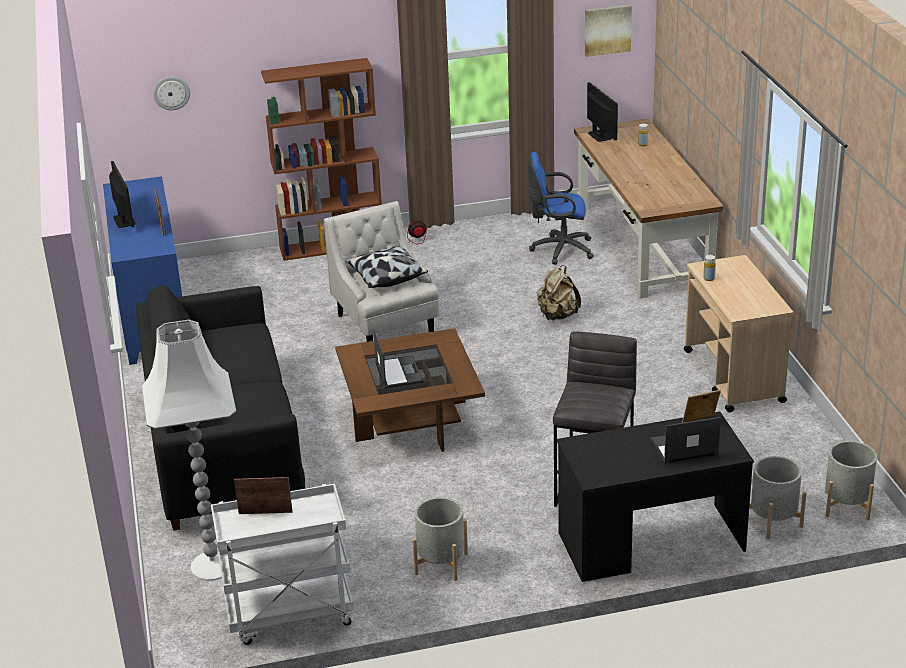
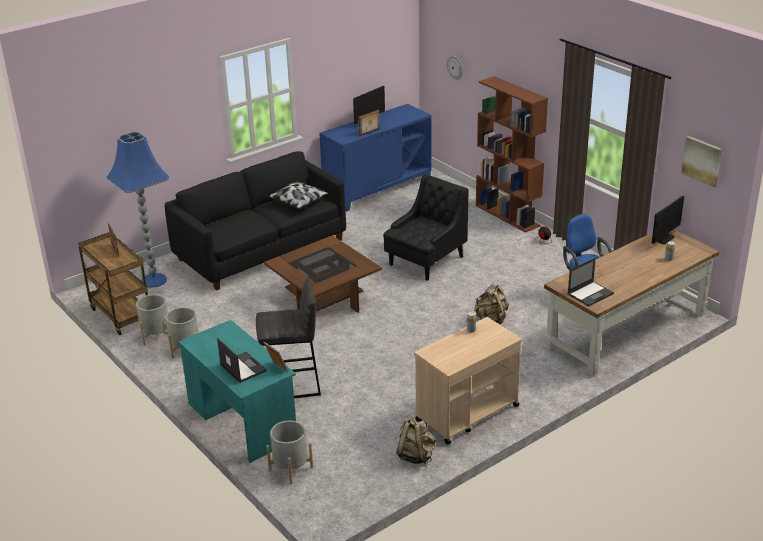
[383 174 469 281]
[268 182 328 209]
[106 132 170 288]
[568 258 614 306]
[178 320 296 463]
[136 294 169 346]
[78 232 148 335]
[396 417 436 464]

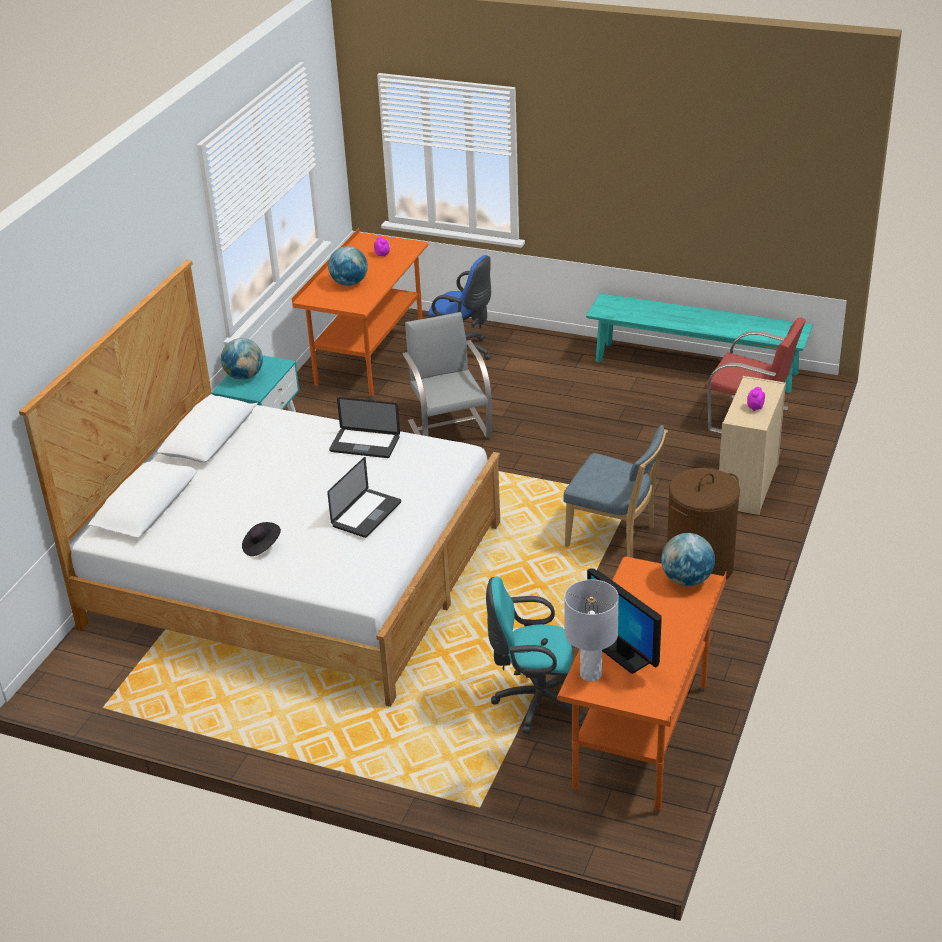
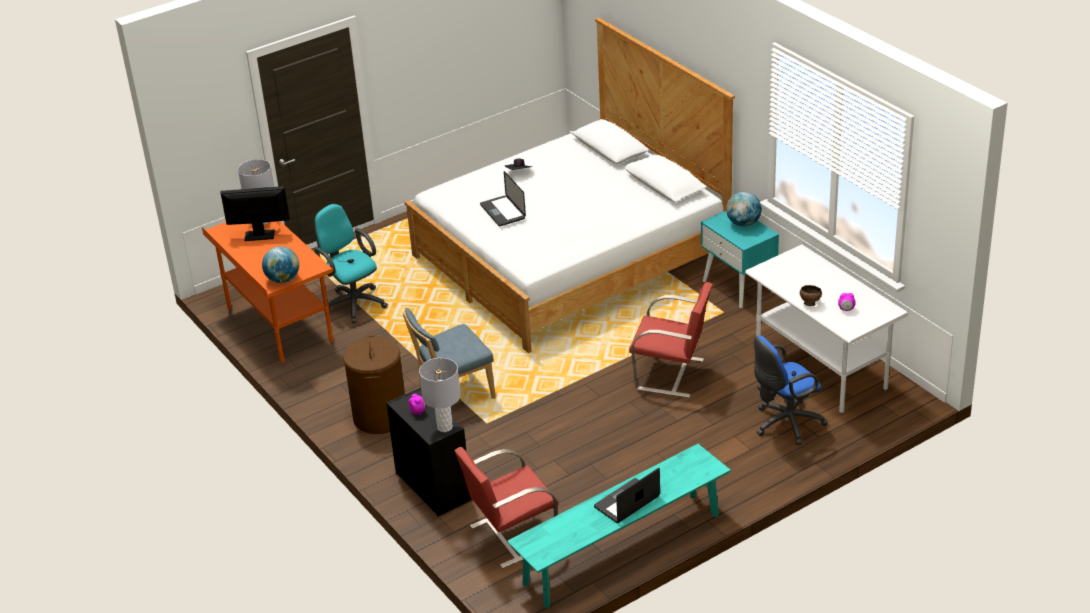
[745 240 909 415]
[328 246 368 286] (first image)
[629 282 712 398]
[386 388 471 516]
[594 468 660 523]
[314 204 388 323]
[800 285 822 306]
[419 358 461 432]

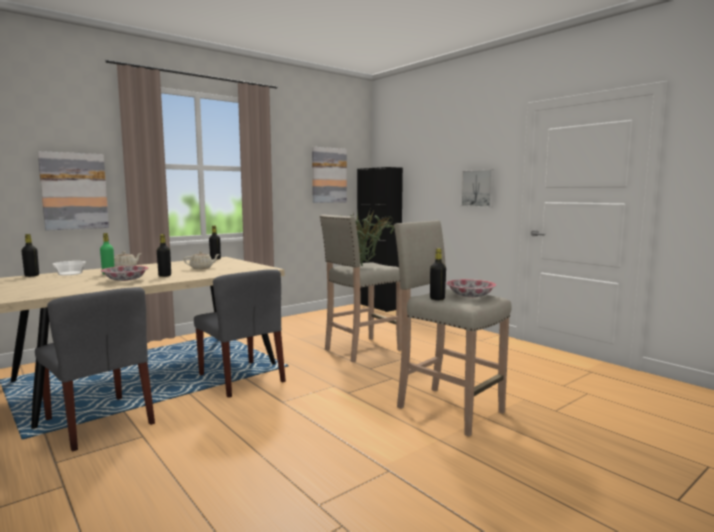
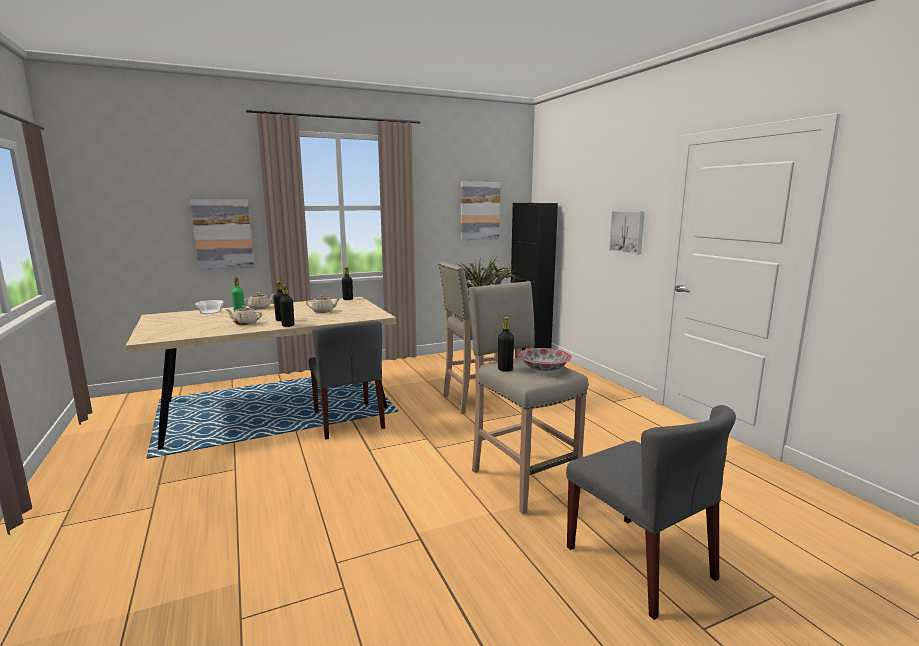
[279 285 294 327]
[225 306 262 325]
[566 405 736 620]

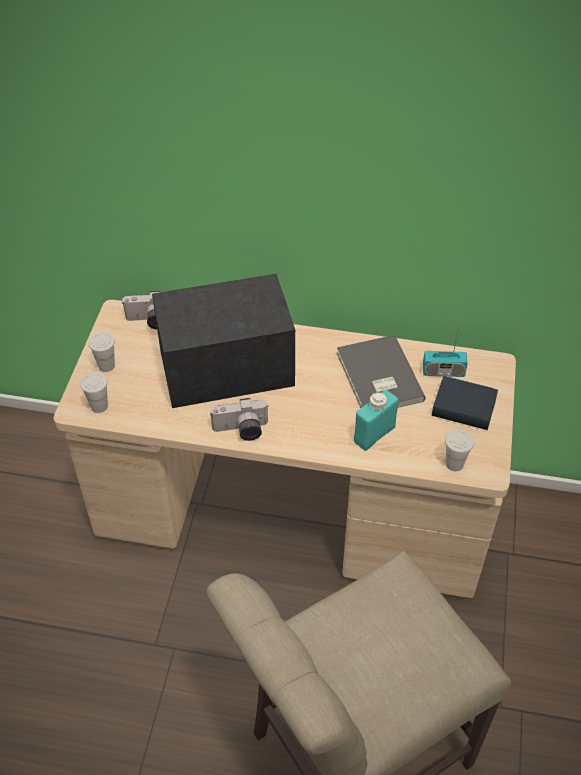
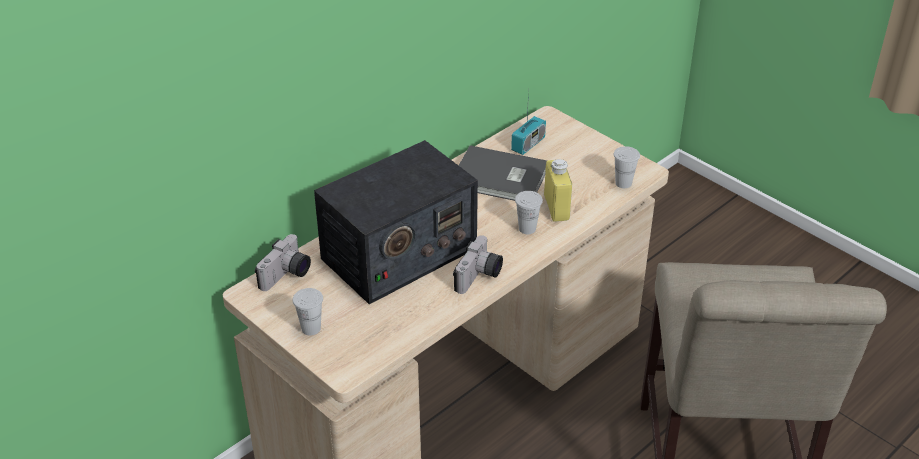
[314 140 478 304]
[515 191 543 234]
[432 376 498 430] (first image)
[544 159 572 222]

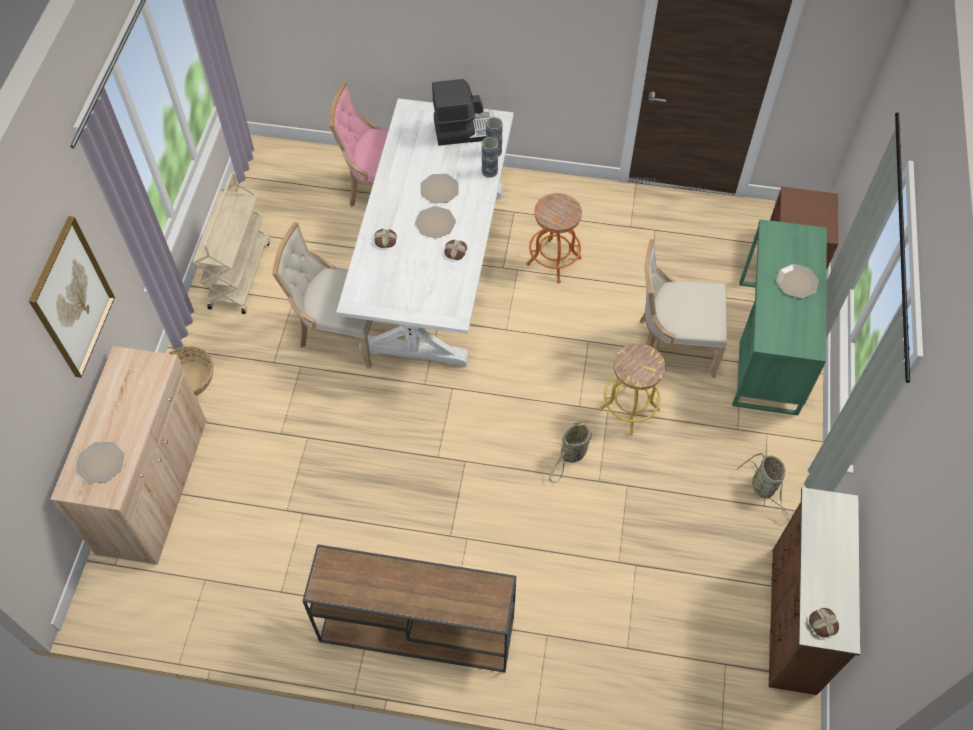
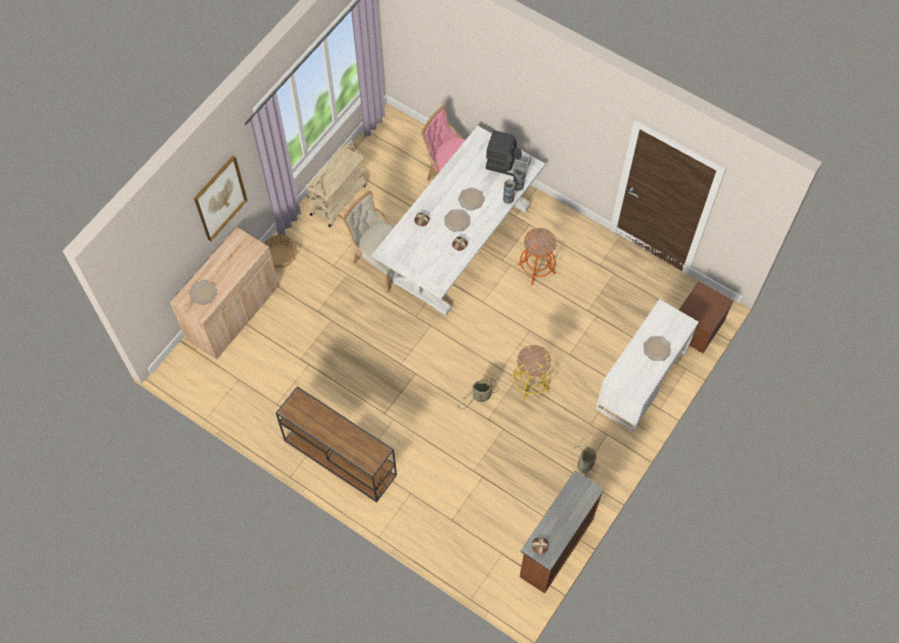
[596 299 699 432]
[639 239 727 378] (first image)

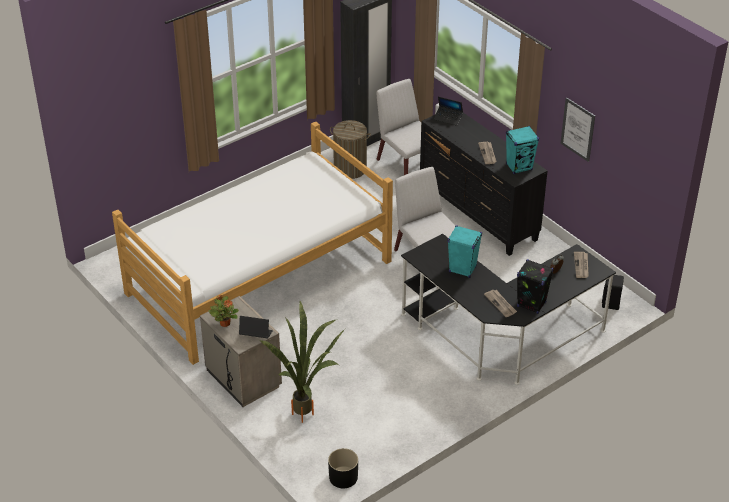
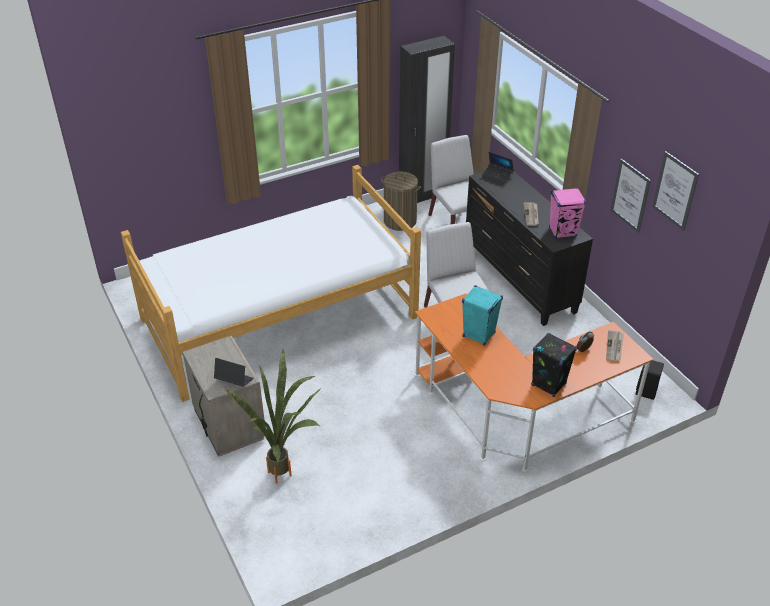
[549 188 586 239]
[415 294 654 472]
[484 290 517 317] (first image)
[208 295 239 327] (first image)
[328 448 358 488] (first image)
[652 151 699 231]

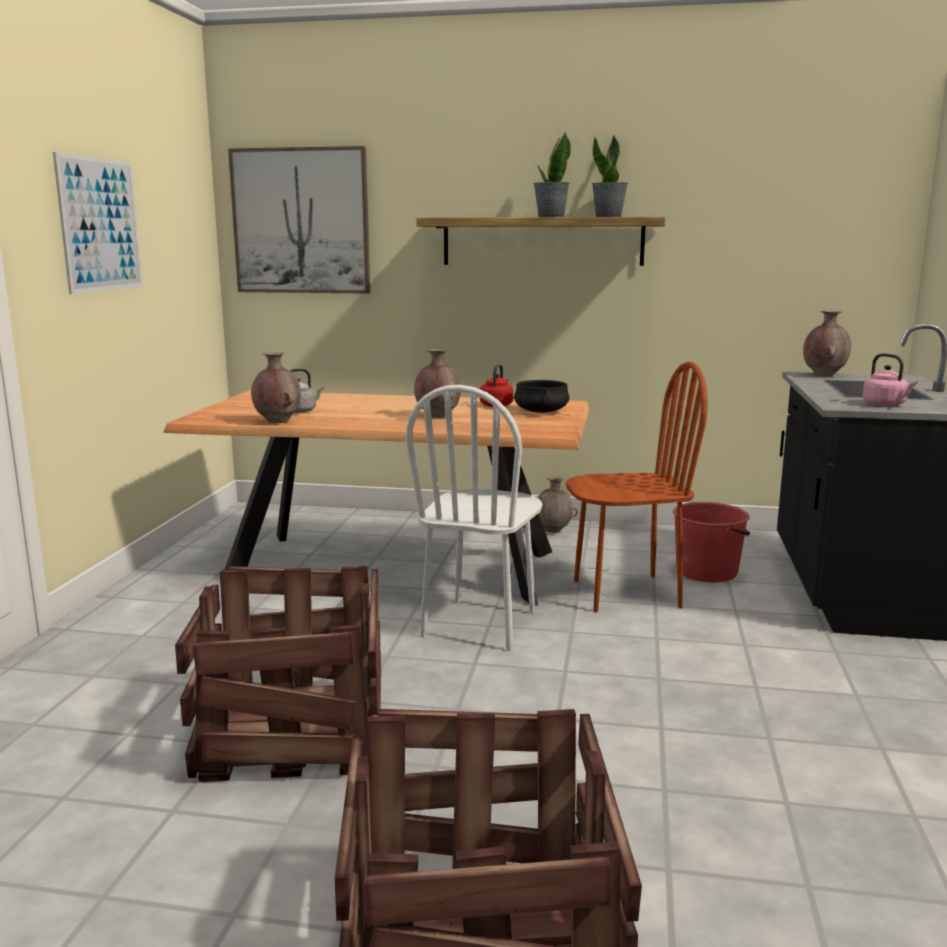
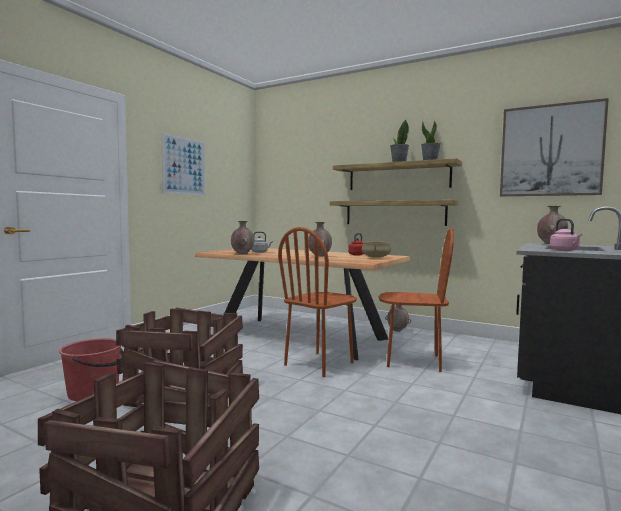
[500 98 609 196]
[361 241 391 258]
[278 227 357 377]
[59 338 124 401]
[330 200 458 226]

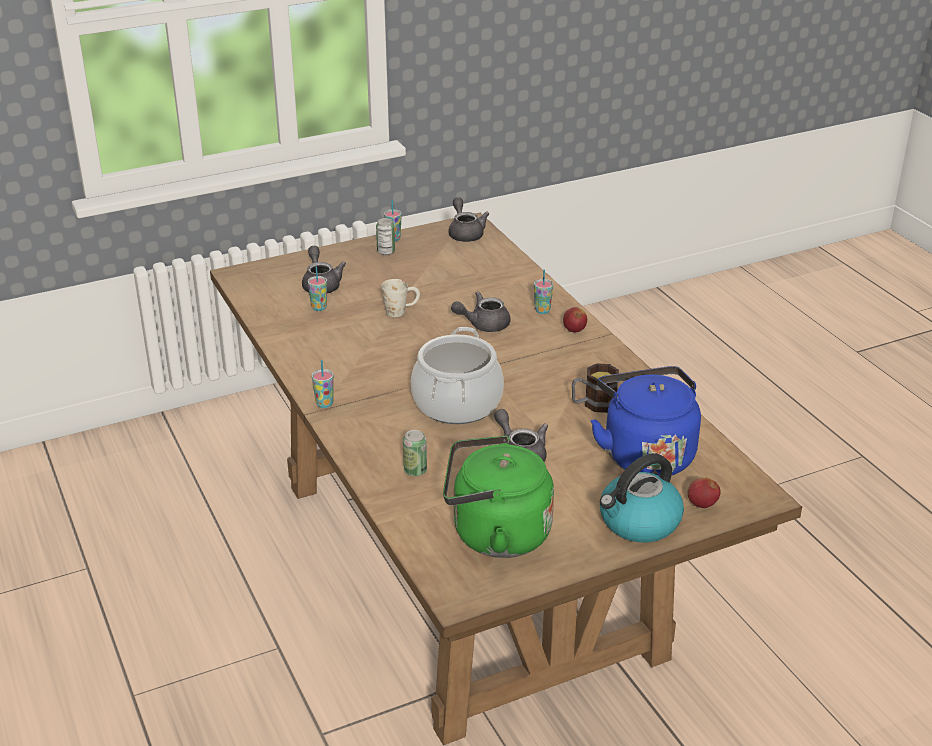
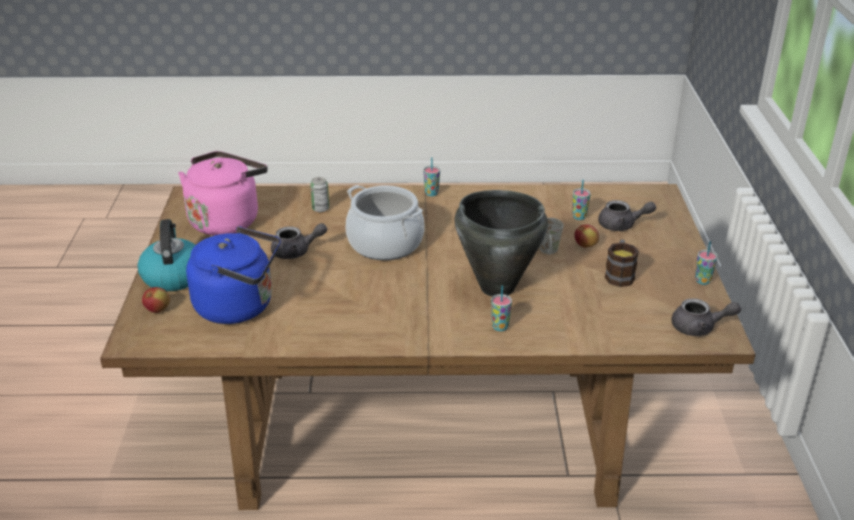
[376 218 395 255] (first image)
[455 190 548 297]
[574 224 599 248]
[605 239 639 287]
[178 151 268 235]

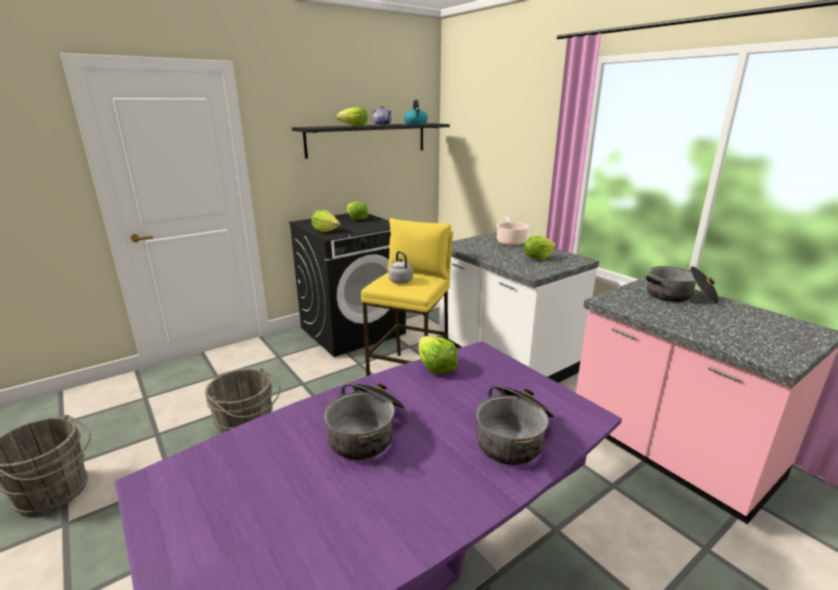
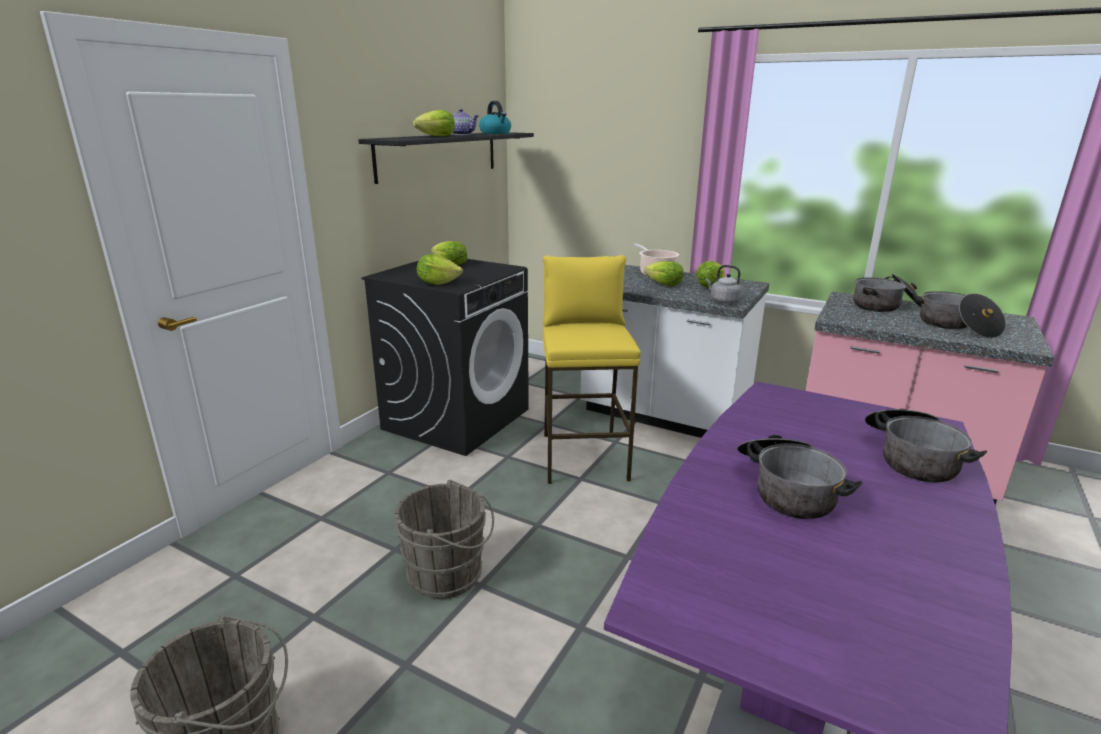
[706 265 742 304]
[644 261 684 286]
[912 291 1006 338]

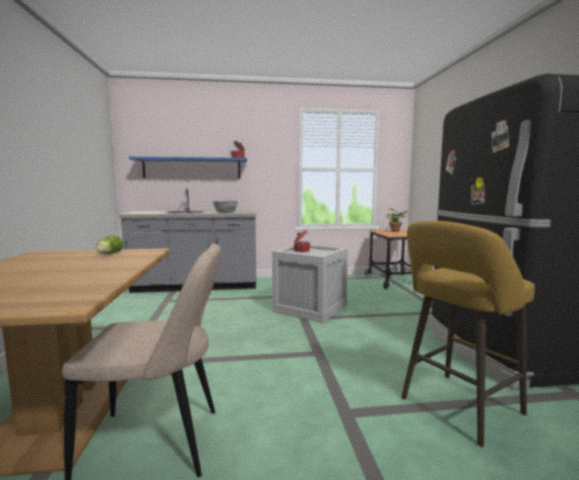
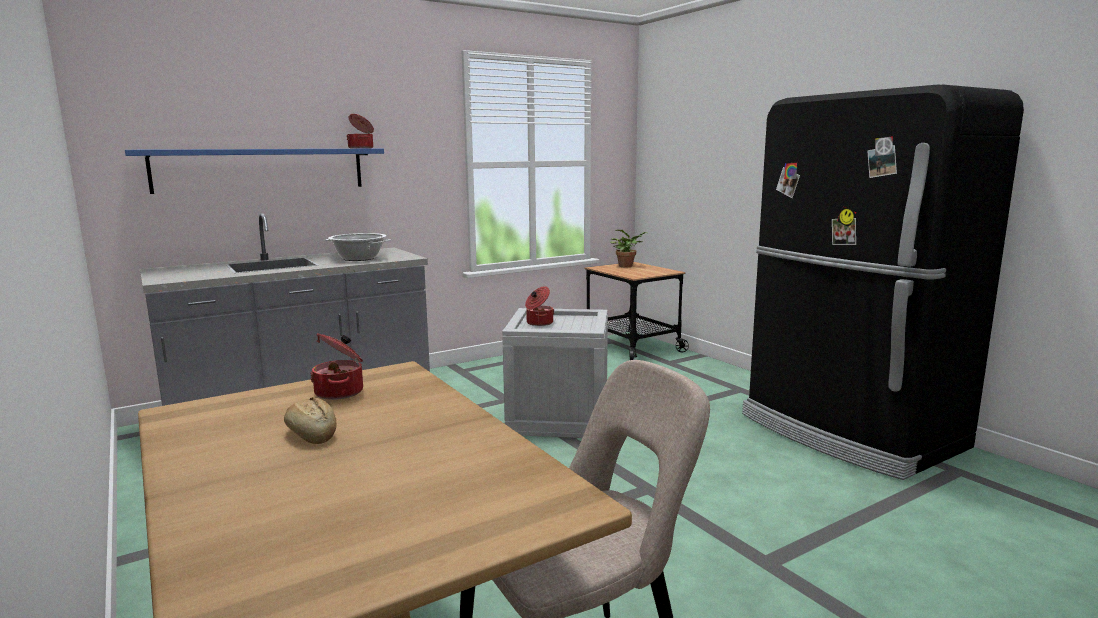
[401 221 535 447] (first image)
[310 333 363 400]
[284 397 337 444]

